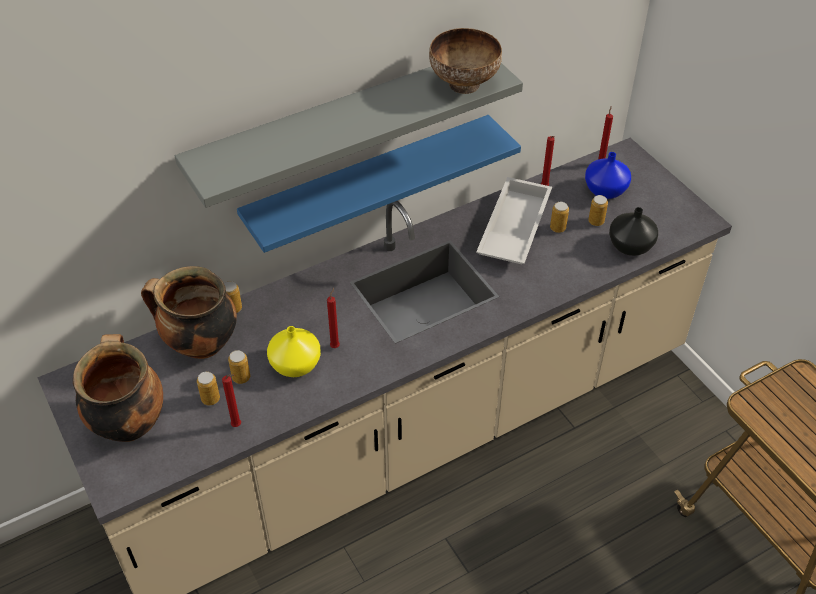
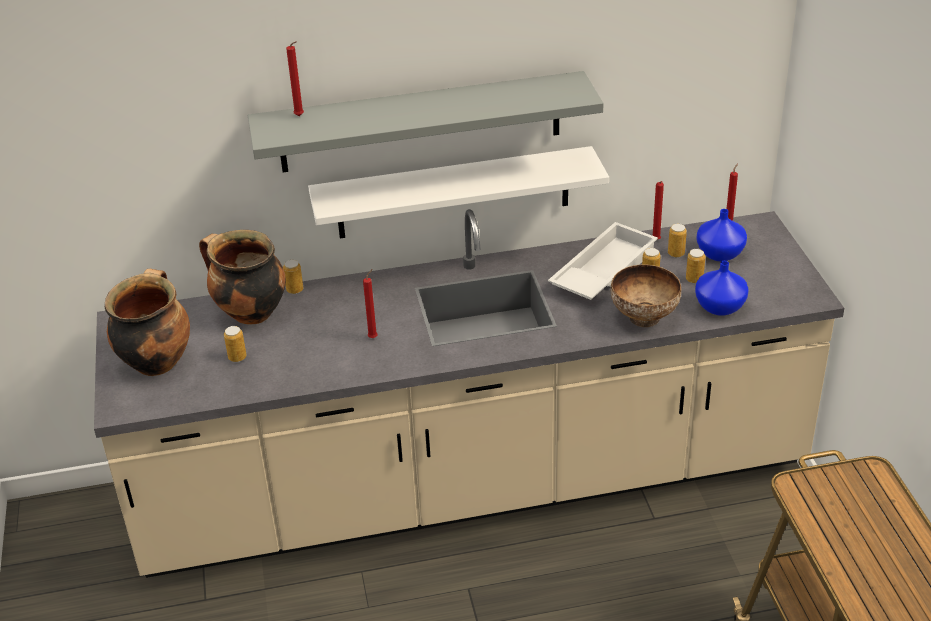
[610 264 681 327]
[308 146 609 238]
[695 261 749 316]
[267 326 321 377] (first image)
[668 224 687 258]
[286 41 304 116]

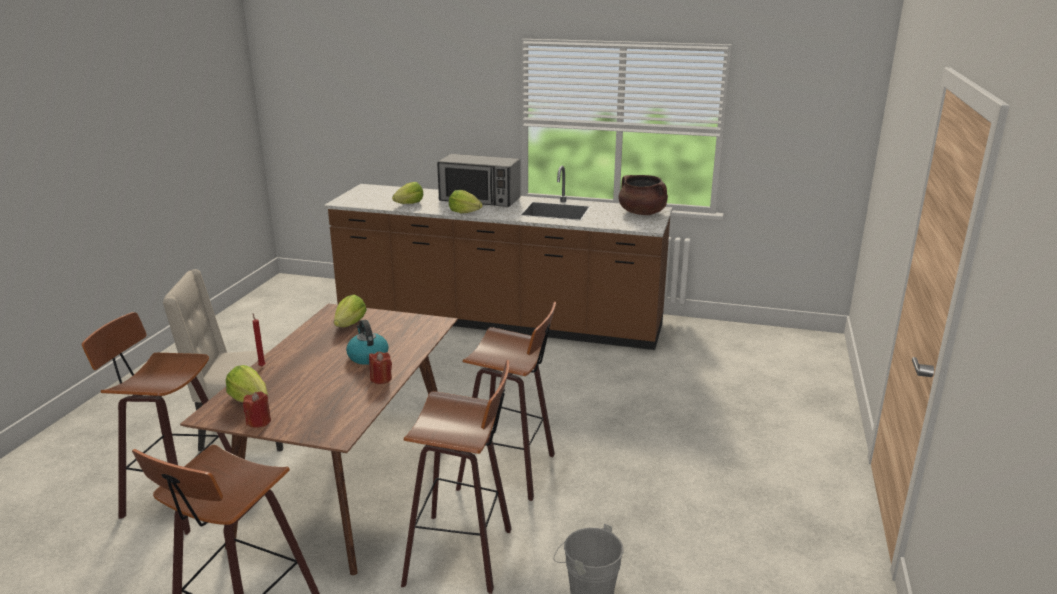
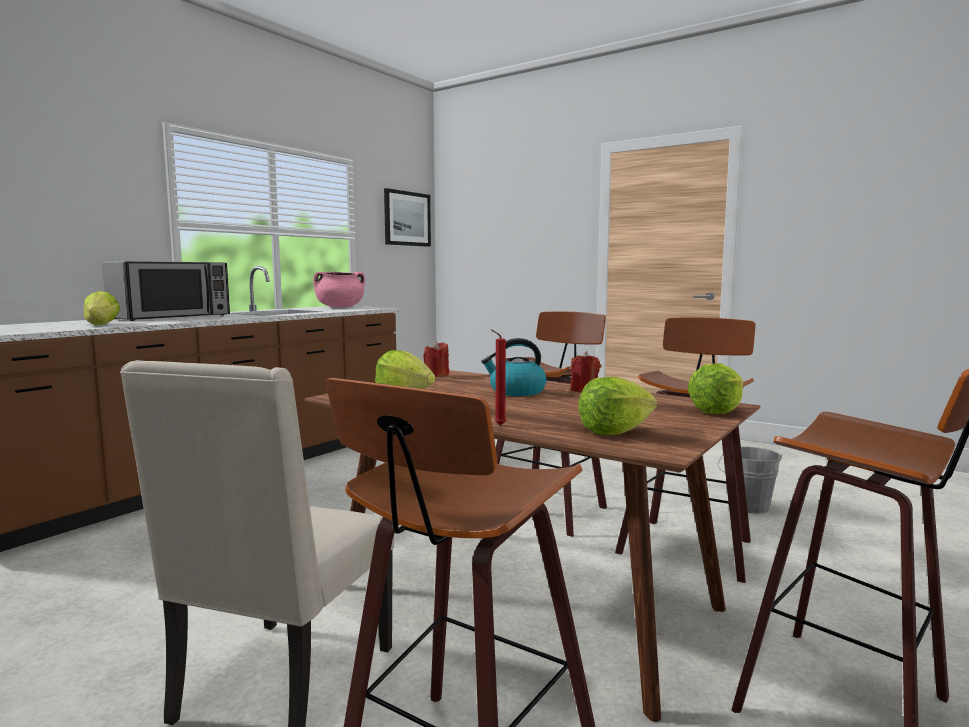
[313 271 365 307]
[688 363 744 414]
[423 341 449 377]
[384 188 431 247]

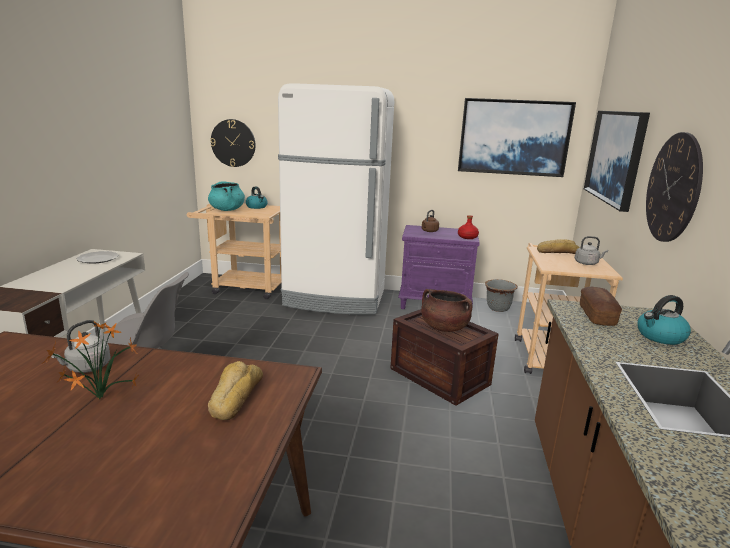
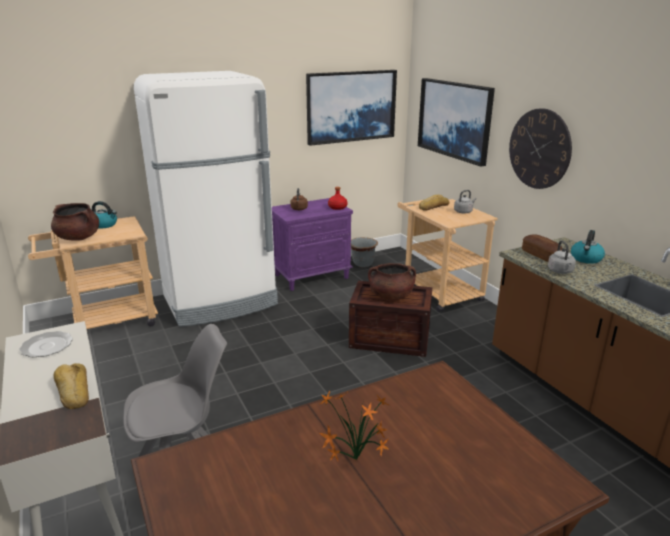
[210 119 256 167] (first image)
[51 203 99 241]
[548 240 576 274]
[54 363 89 409]

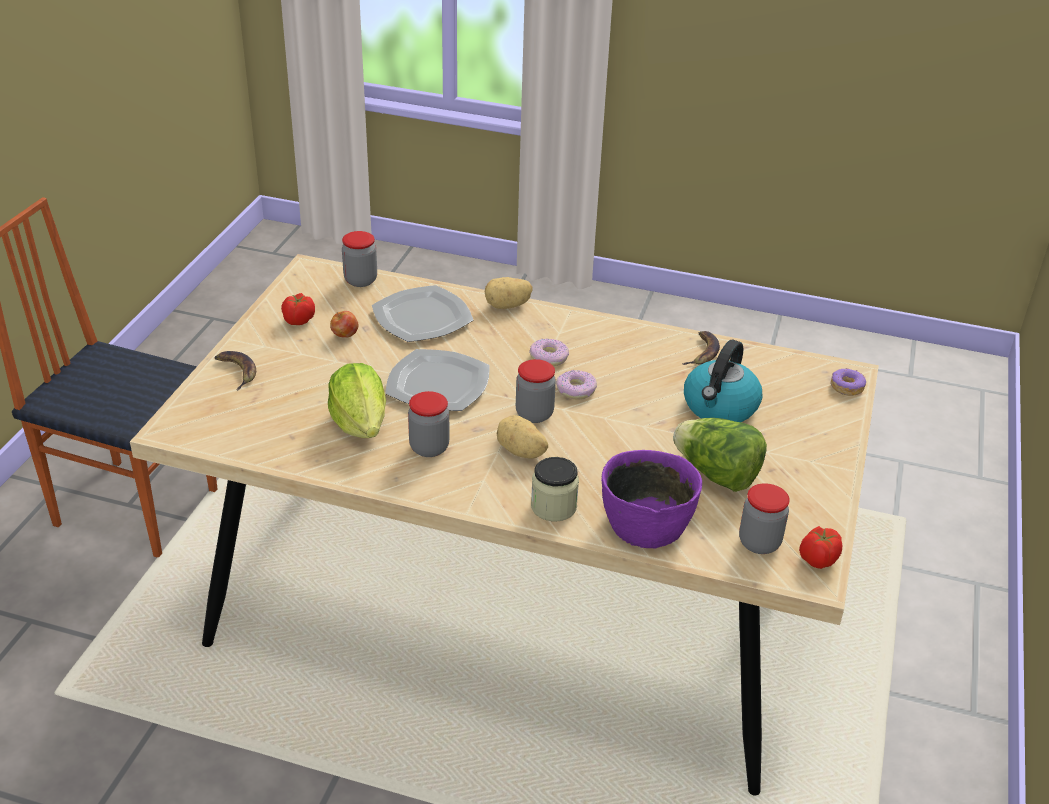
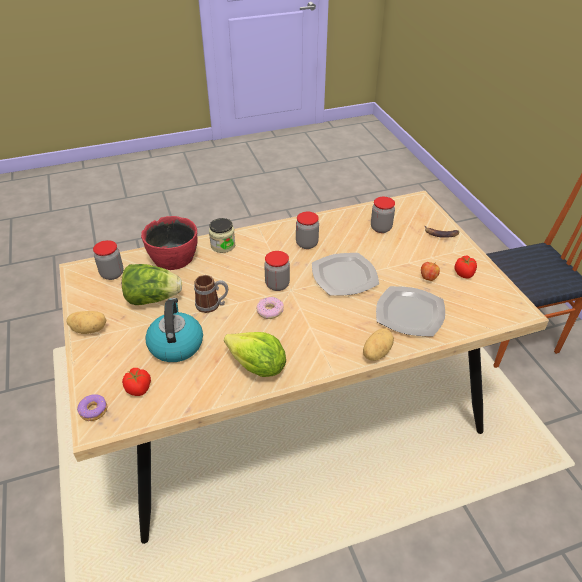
[371 197 395 233]
[682 331 720 365] (first image)
[529 338 569 366] (first image)
[224 332 286 377]
[66 311 106 334]
[141 216 198 270]
[122 368 151 396]
[194 275 228 313]

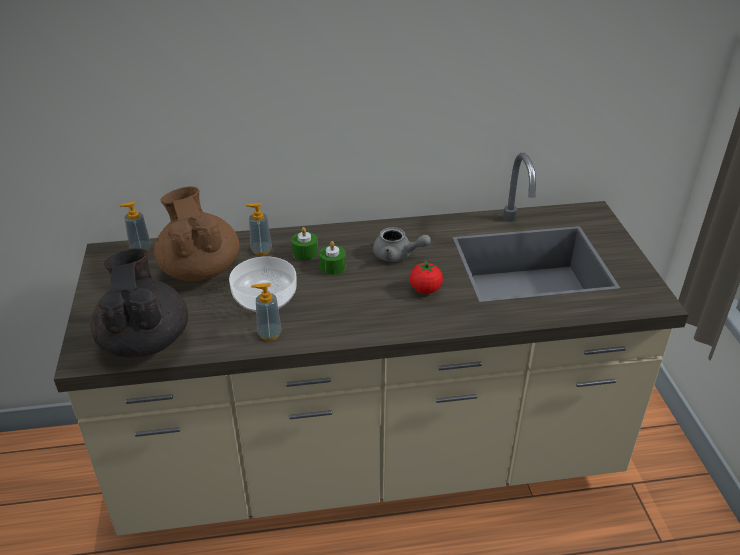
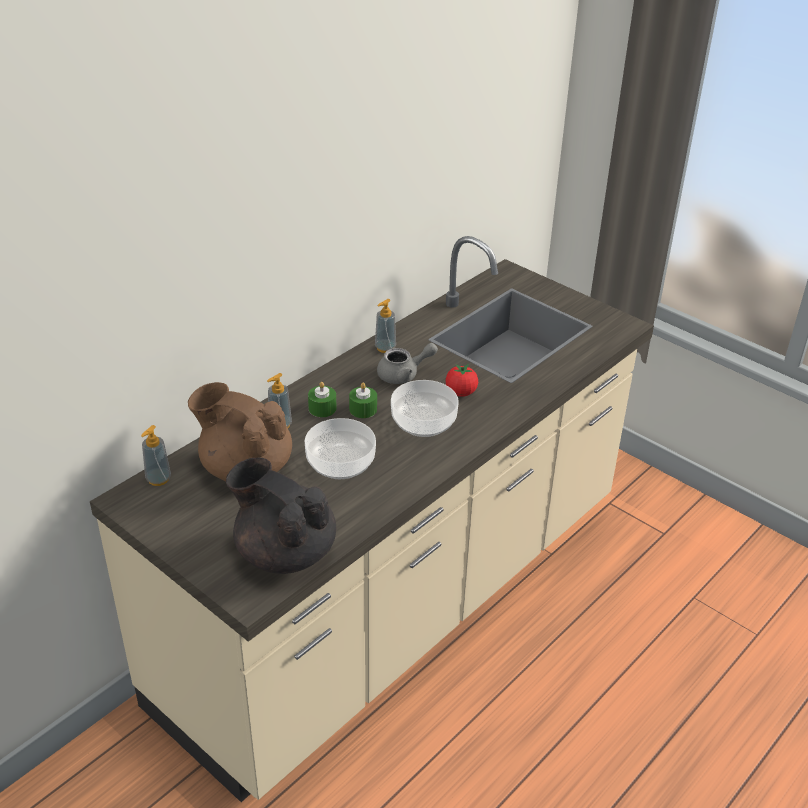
[375 299 396 353]
[391 380 459 437]

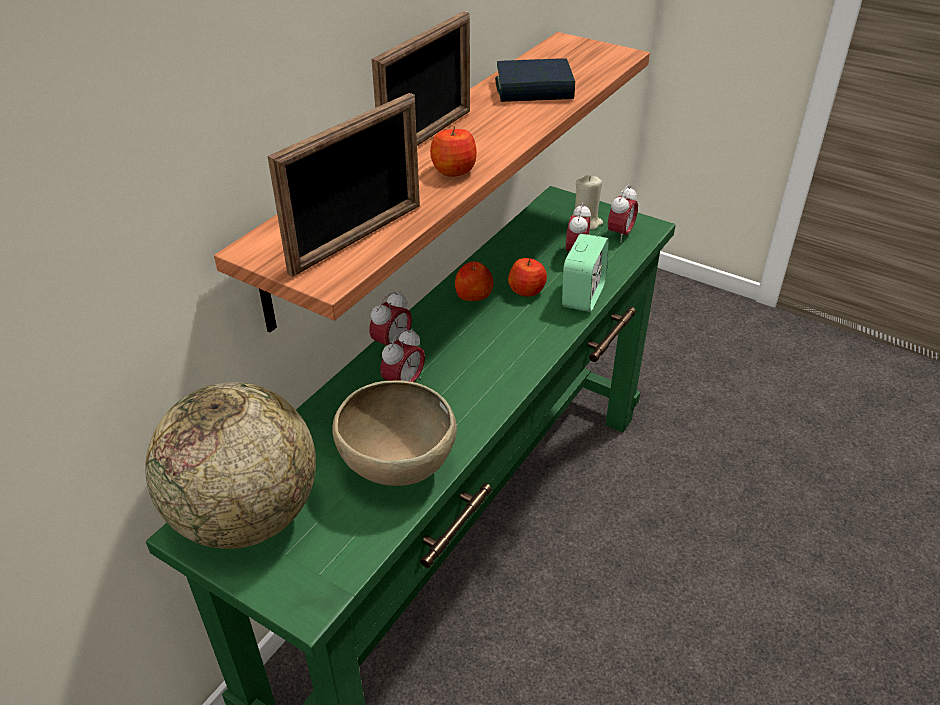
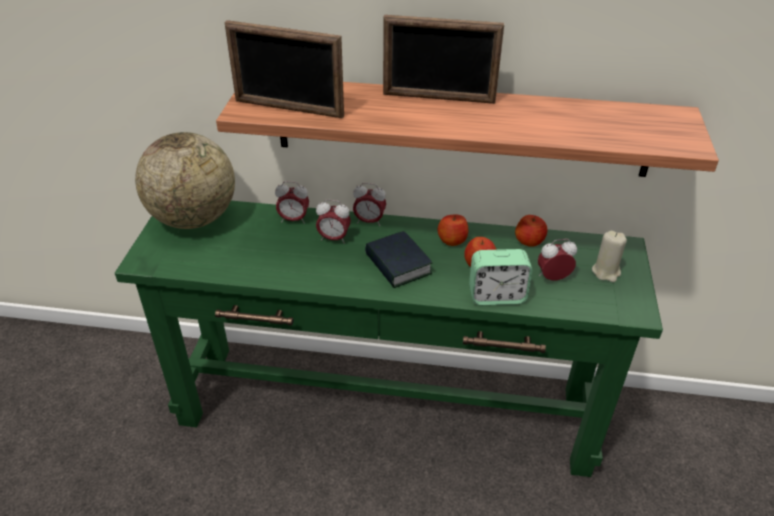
[365 231 433 288]
[515 215 548 247]
[275 181 309 224]
[332 380 457 486] (first image)

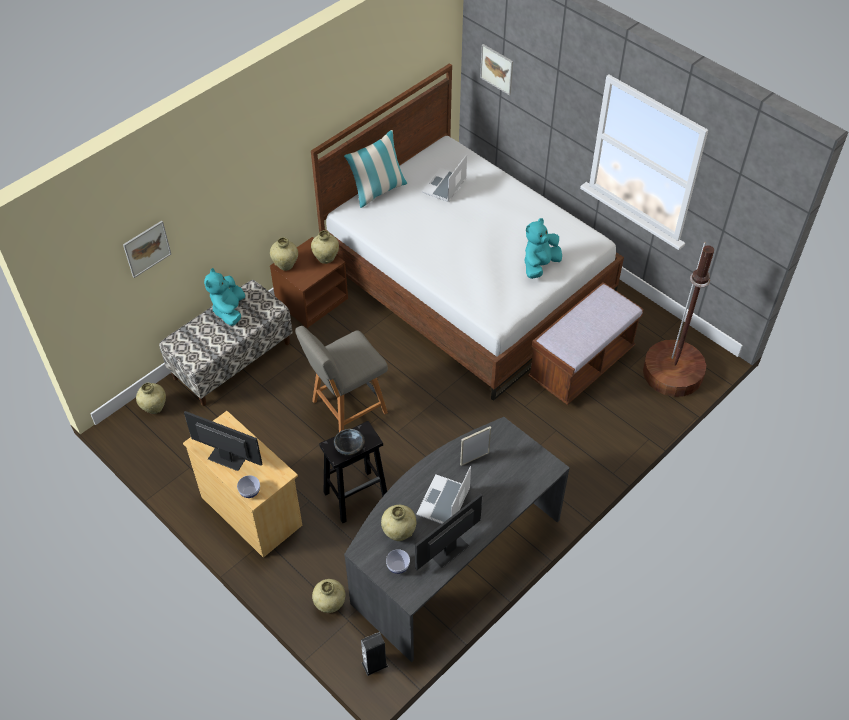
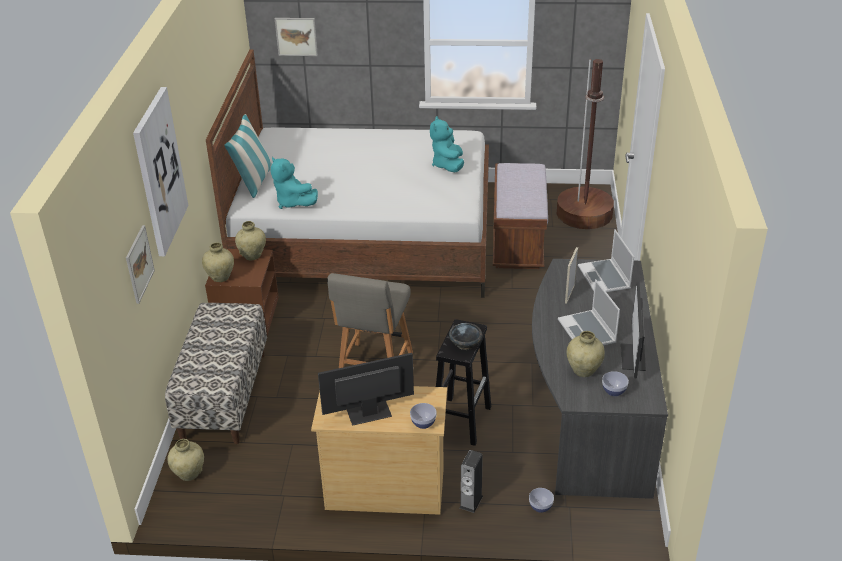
[578 229 634 292]
[271 157 318 209]
[529 488 554 513]
[459 450 483 513]
[133 87 188 256]

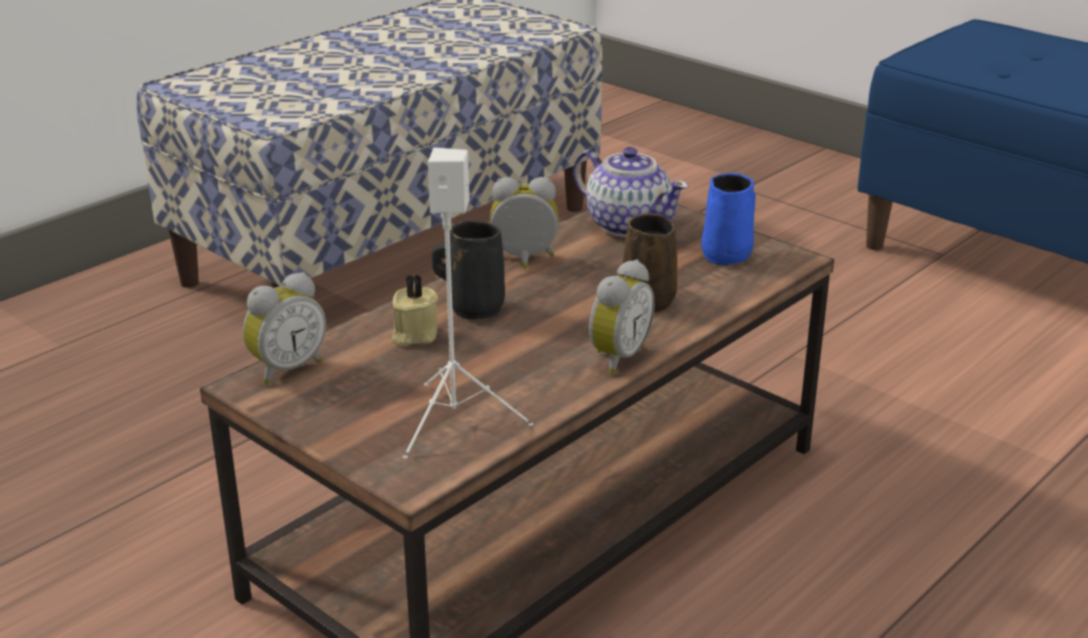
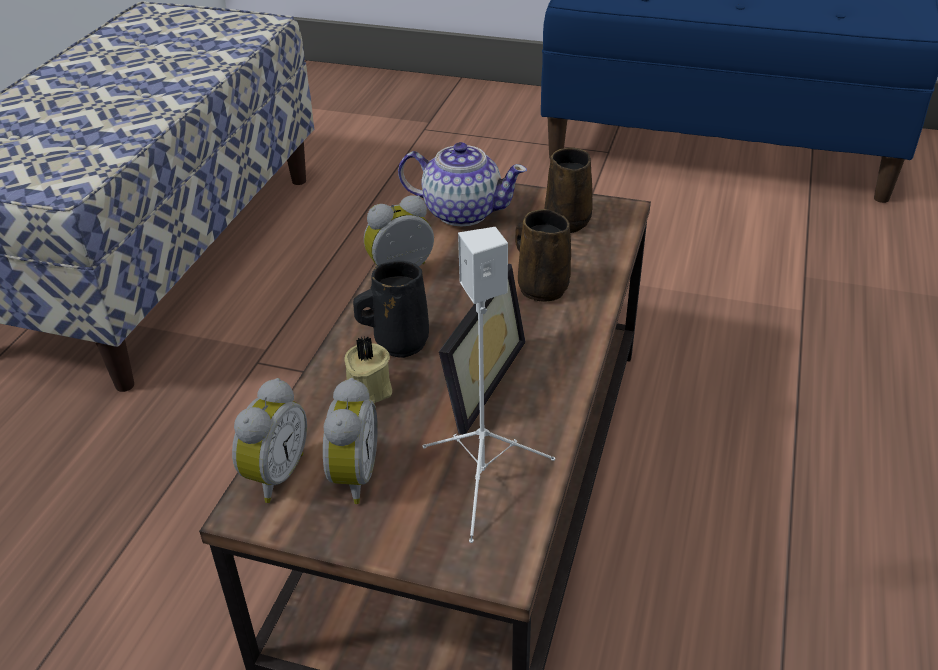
[545 147 593 233]
[323 378 378 504]
[439 264 526 434]

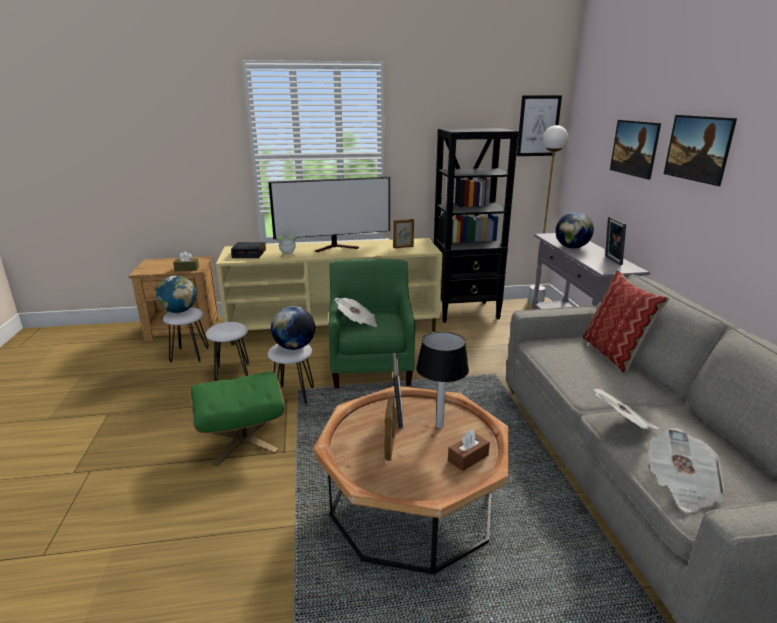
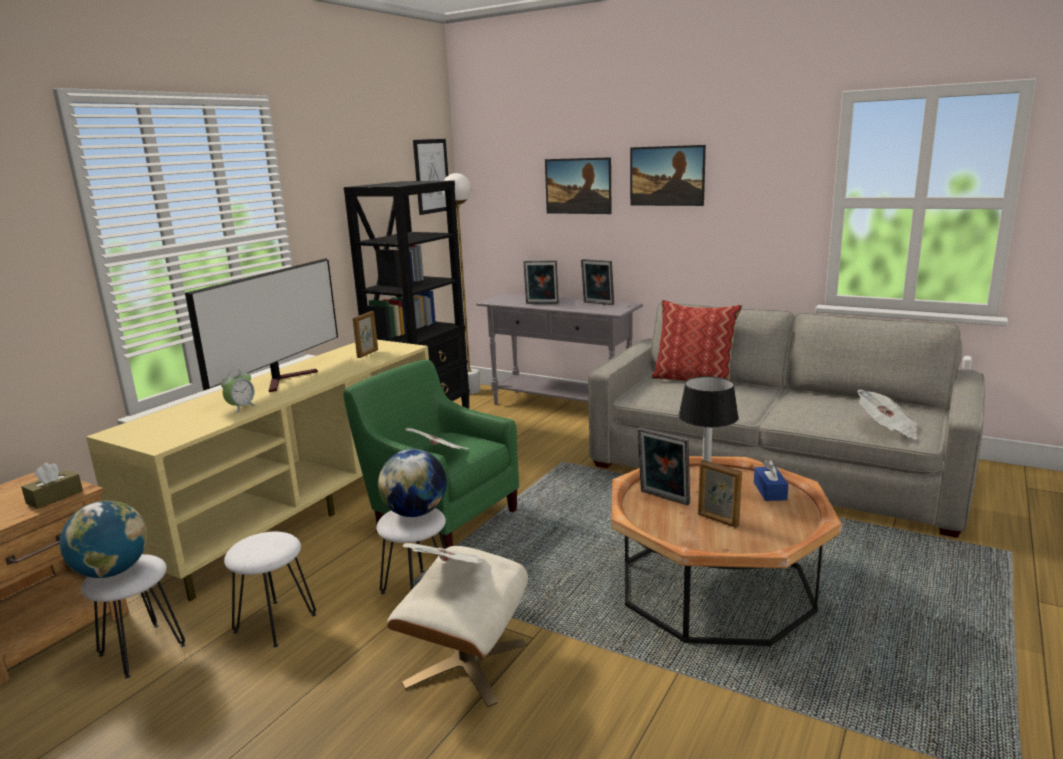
[524 260 559 304]
[231 242 266 258] (first image)
[387 546 528 707]
[403 543 486 564]
[754 459 788 501]

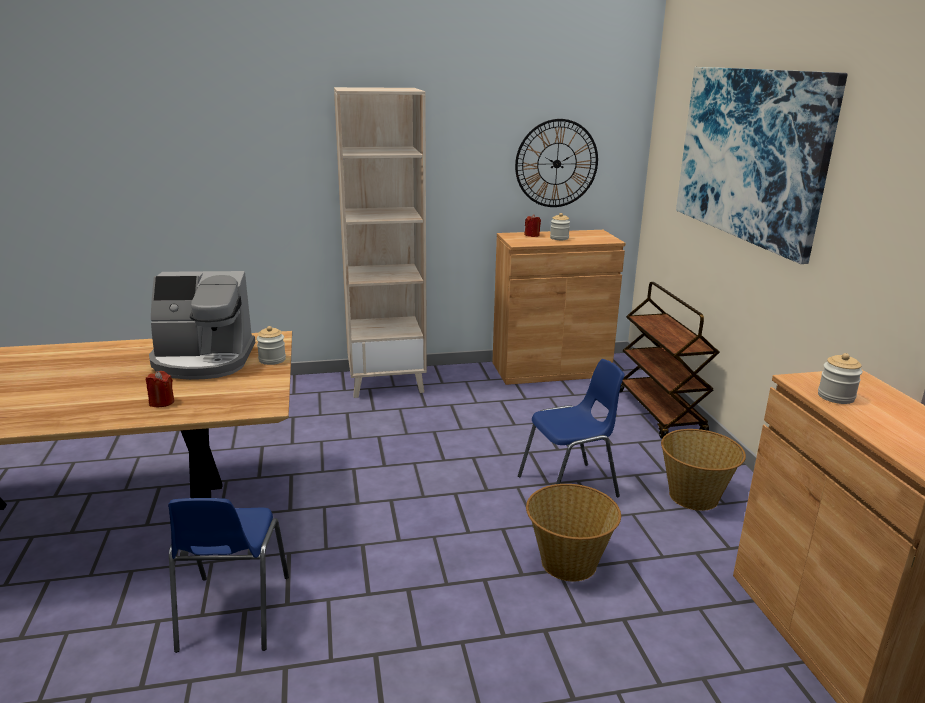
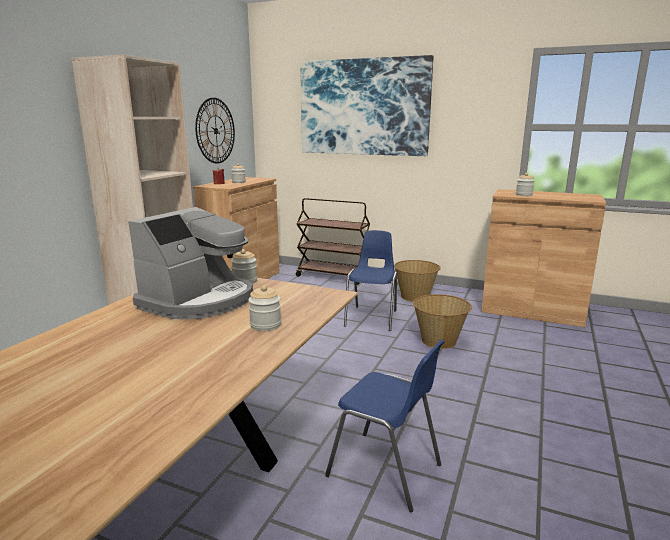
[248 285 281 331]

